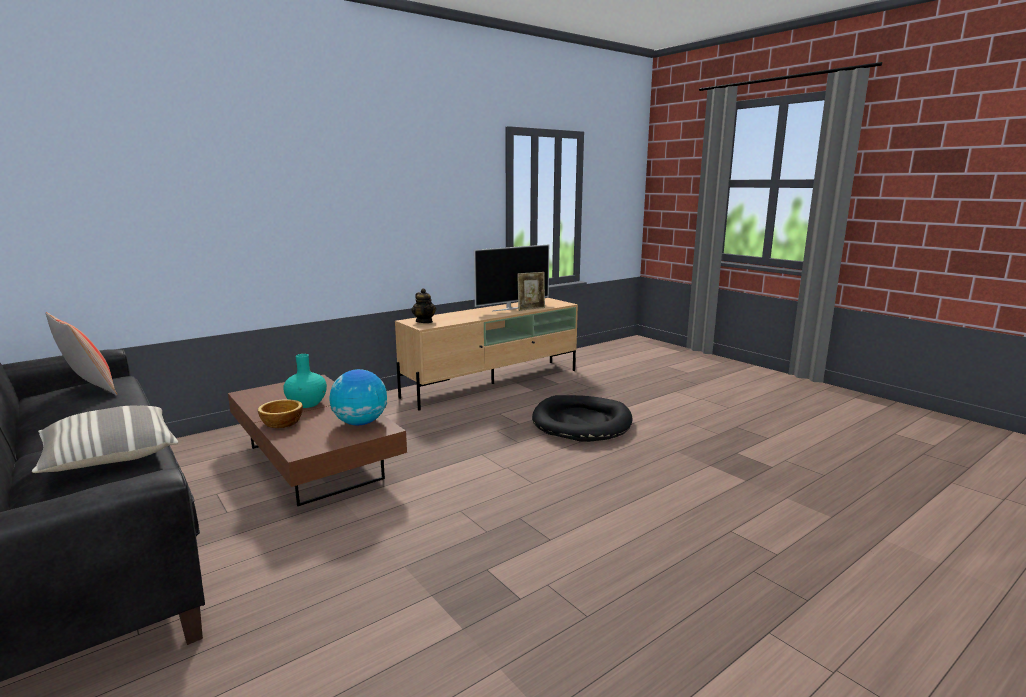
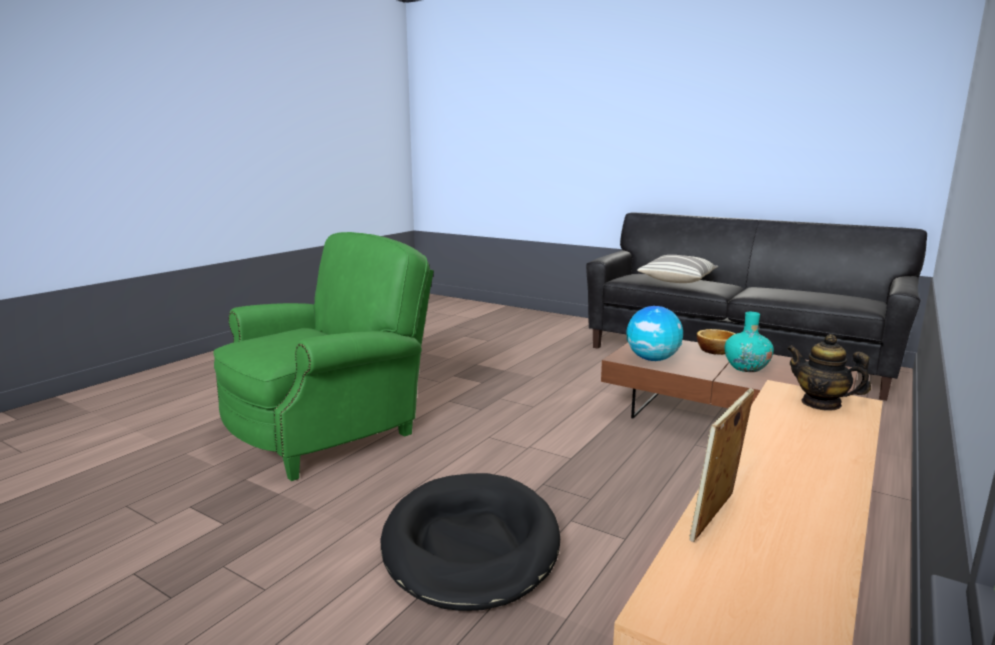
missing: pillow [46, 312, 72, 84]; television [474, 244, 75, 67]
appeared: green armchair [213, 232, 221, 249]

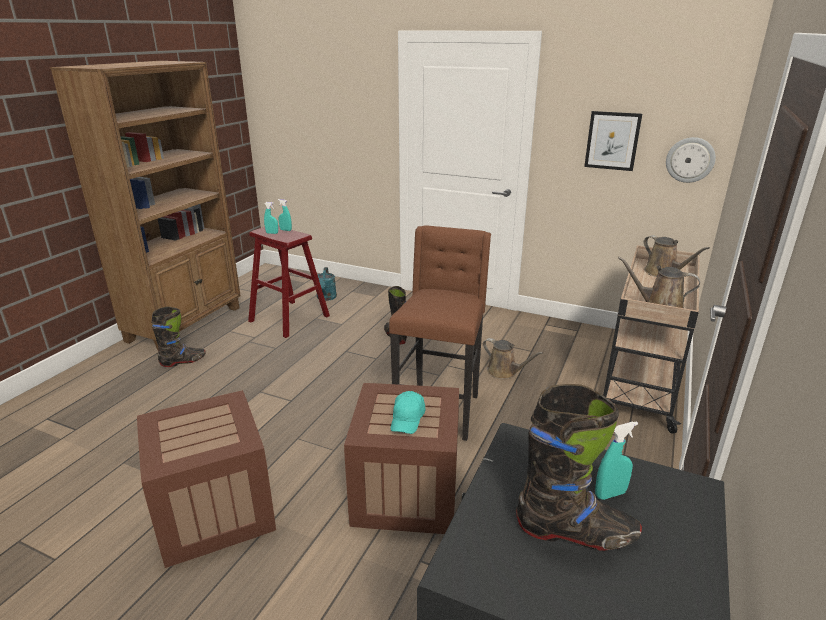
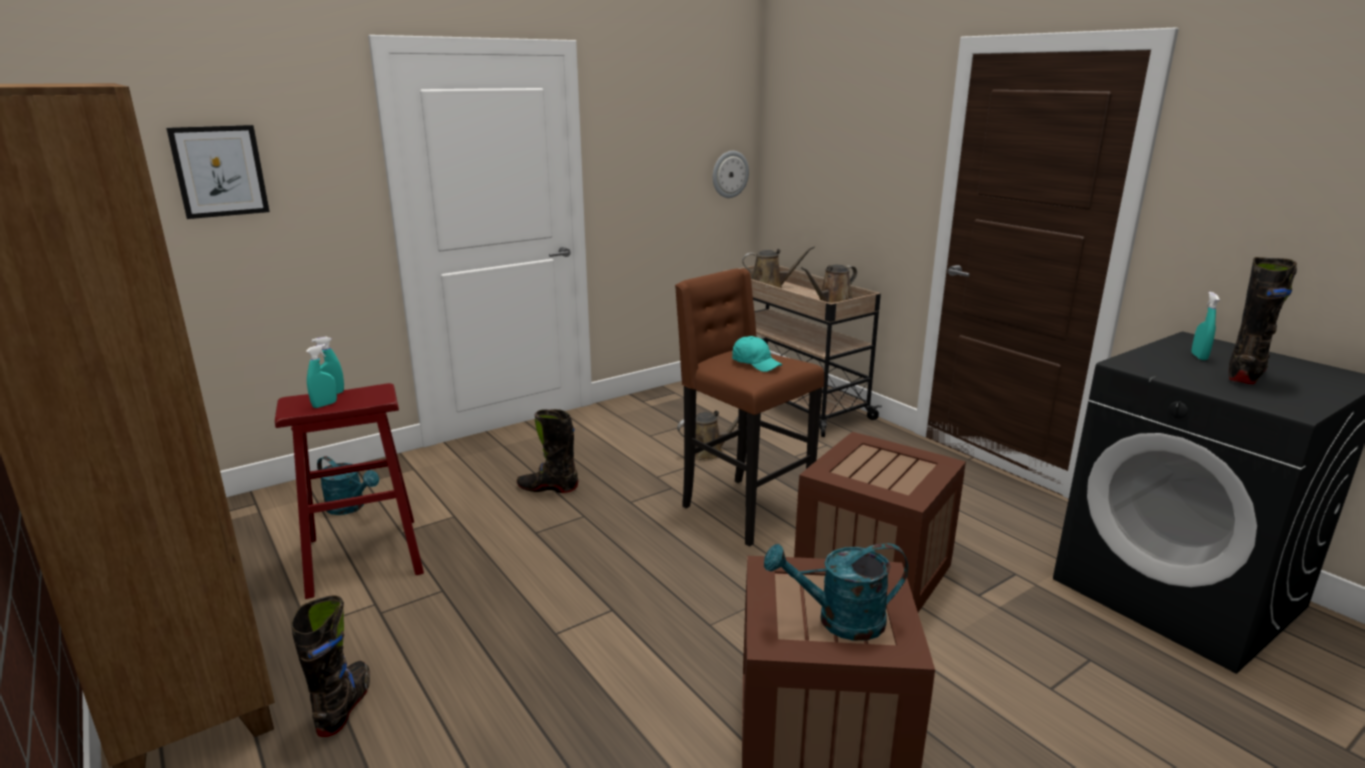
appeared: turquoise watering can [764, 543, 144, 98]
relocated: picture [584, 111, 58, 60] to [166, 125, 104, 94]; turquoise cap [391, 391, 34, 43] to [732, 336, 50, 36]

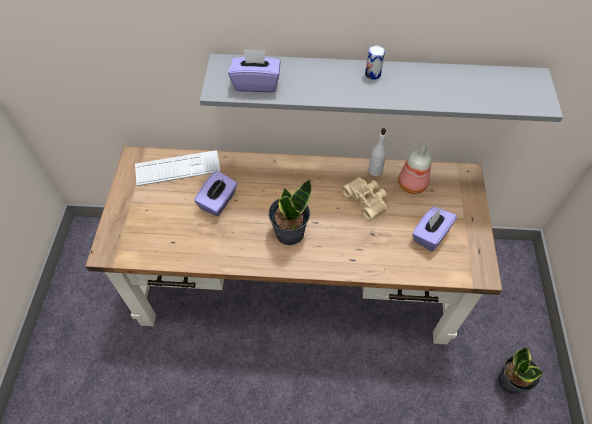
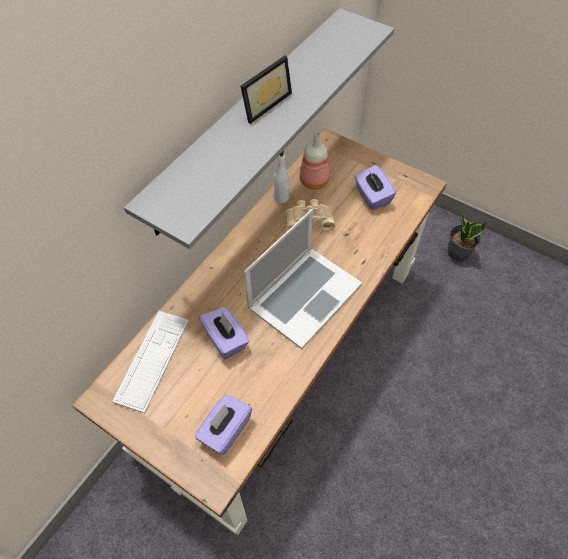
relocated: purple tissue box [228, 49, 53, 44] to [195, 394, 57, 61]
exchanged: can [365, 46, 20, 34] to picture frame [241, 55, 51, 69]; potted plant [268, 179, 43, 66] to laptop [244, 209, 118, 140]

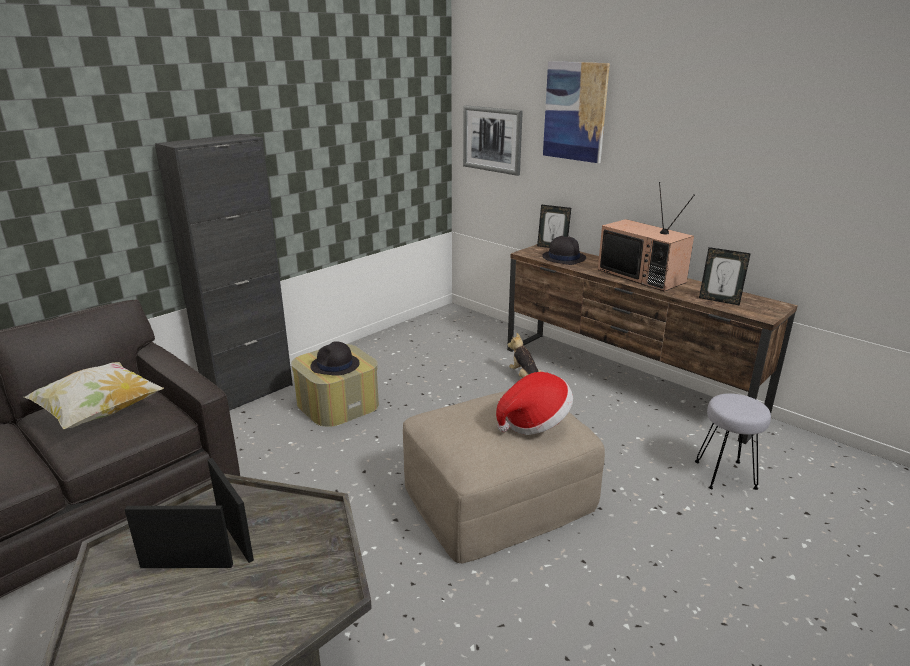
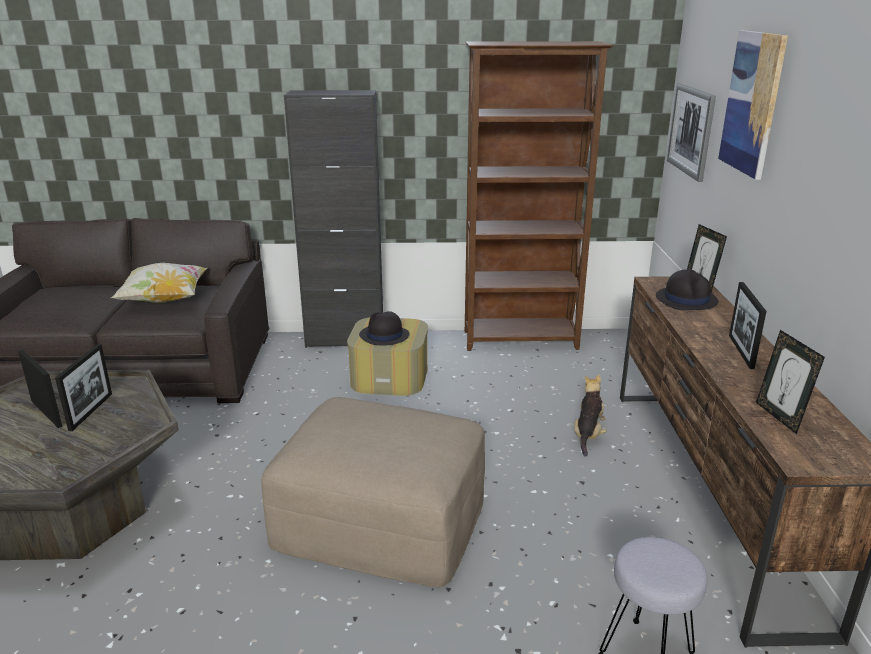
missing: hat [496, 372, 77, 63]
appeared: brown bookcase [465, 41, 149, 310]
exchanged: television [598, 182, 97, 109] to picture frame [729, 282, 38, 87]

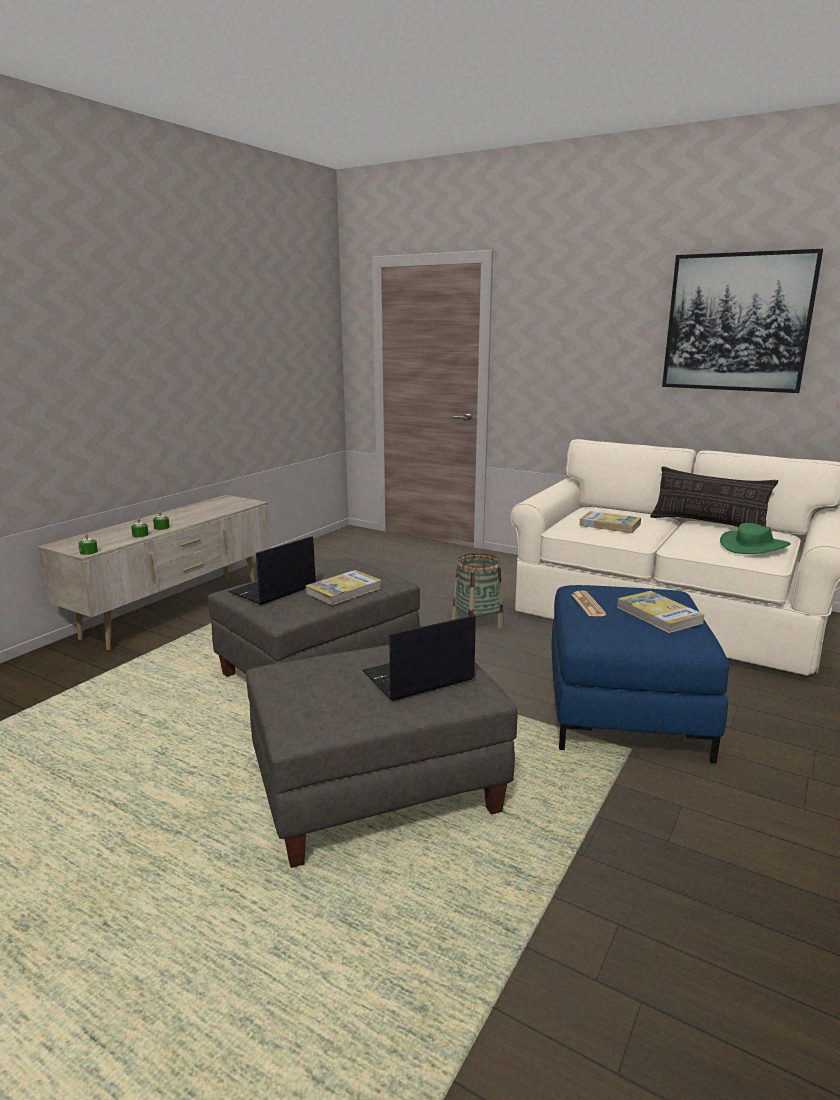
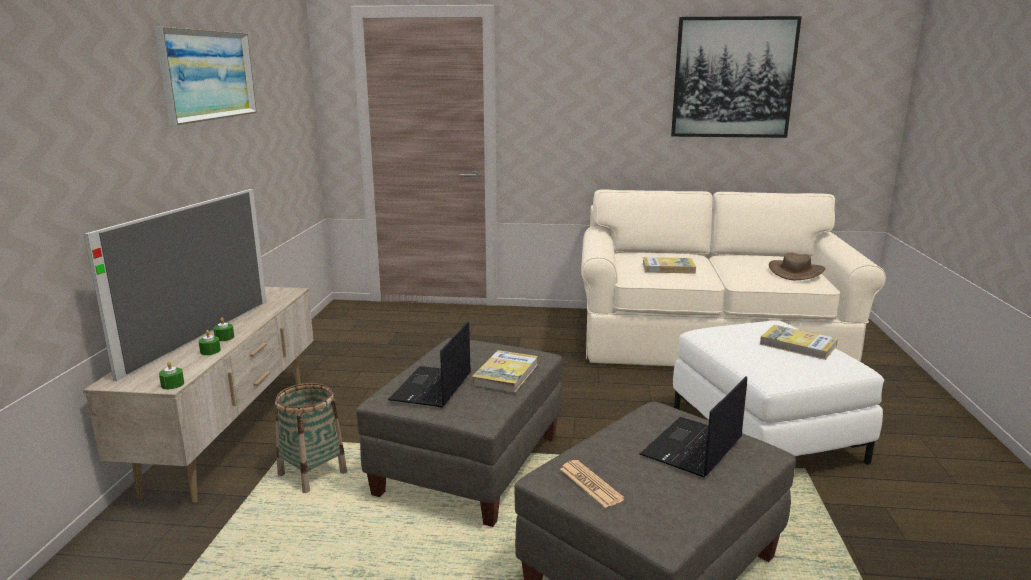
missing: pillow [650, 466, 128, 61]
appeared: television [84, 189, 183, 192]; picture [155, 27, 102, 98]
relocated: basket [452, 553, 51, 76] to [275, 383, 72, 110]; newspaper [571, 591, 36, 25] to [560, 460, 65, 48]
colour: blue ottoman [552, 585, 177, 179] to white ottoman [673, 320, 211, 145]; green hat [720, 523, 71, 31] to brown hat [769, 252, 56, 28]

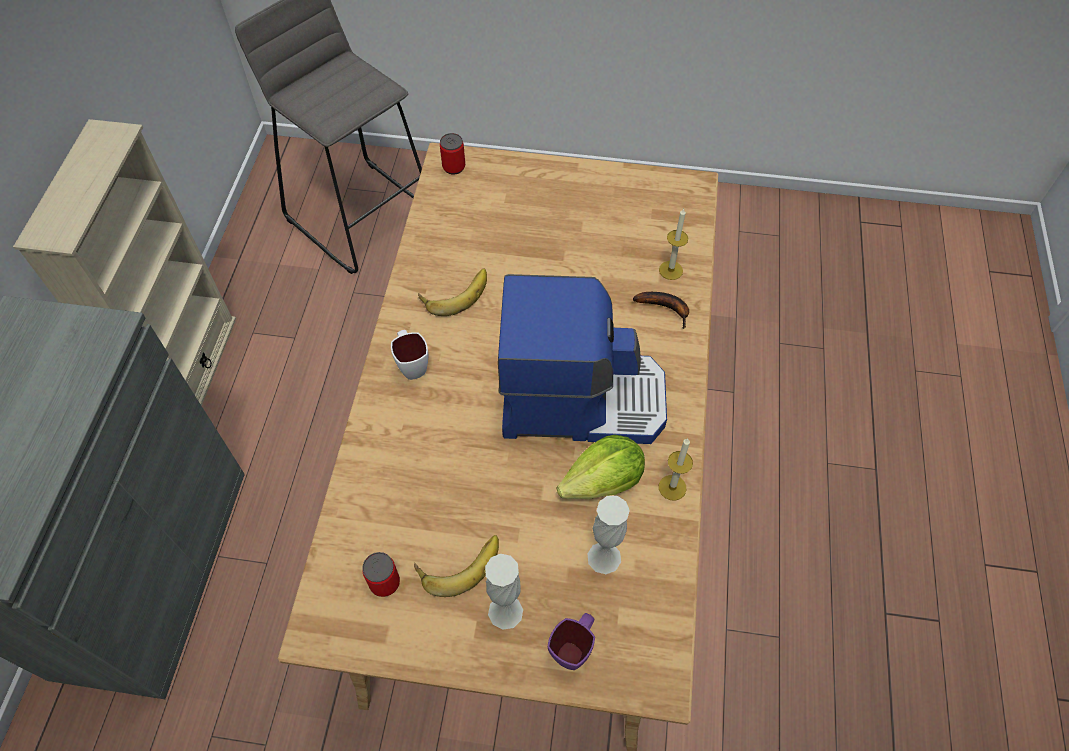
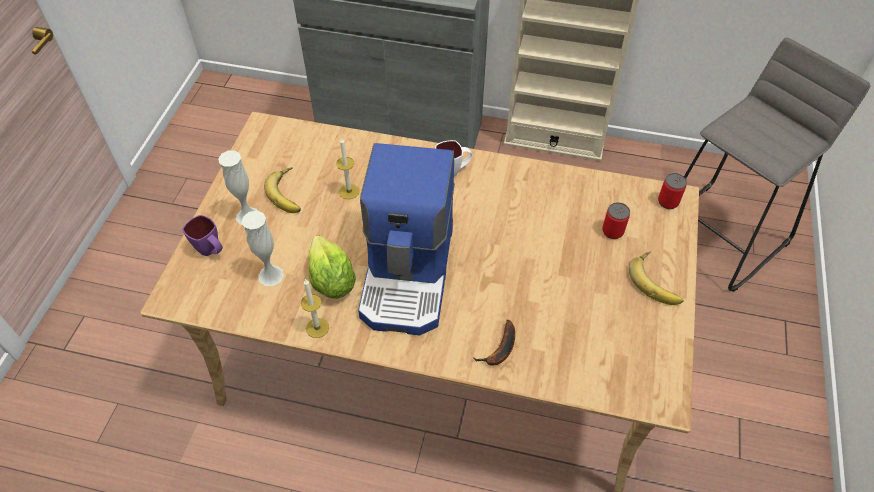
relocated: candle [659, 209, 29, 71] to [336, 137, 23, 62]; can [363, 552, 37, 45] to [602, 202, 28, 37]; banana [418, 268, 69, 48] to [629, 251, 55, 54]

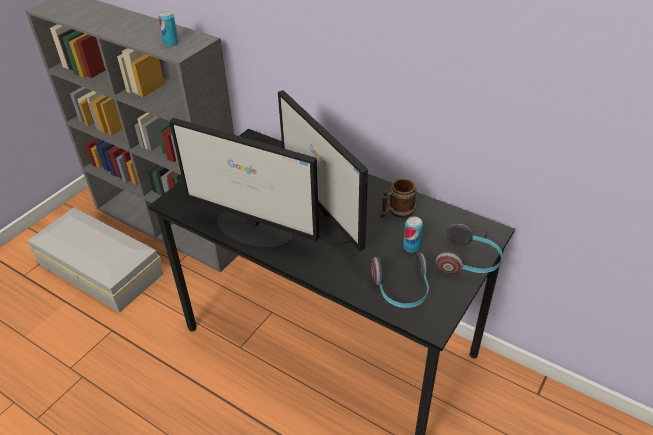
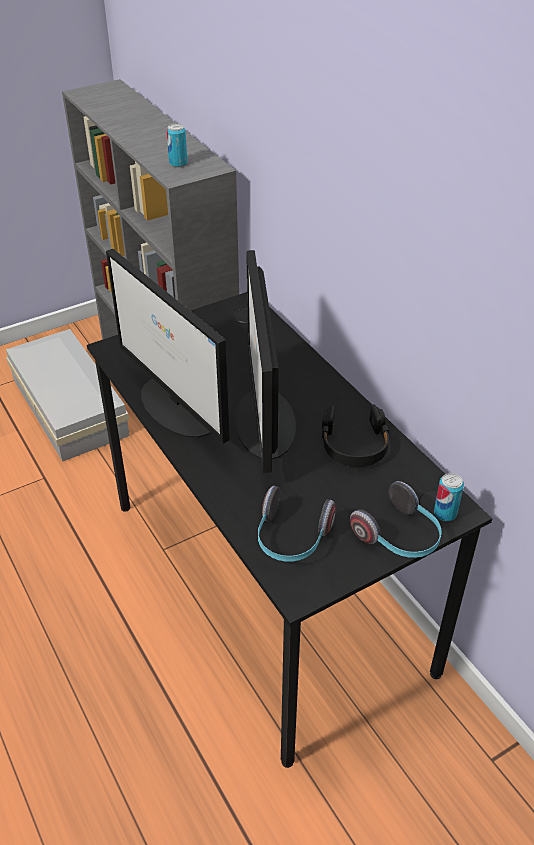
relocated: can [403, 217, 20, 36] to [434, 473, 30, 48]
exchanged: mug [380, 179, 36, 39] to black headphones [322, 405, 68, 63]

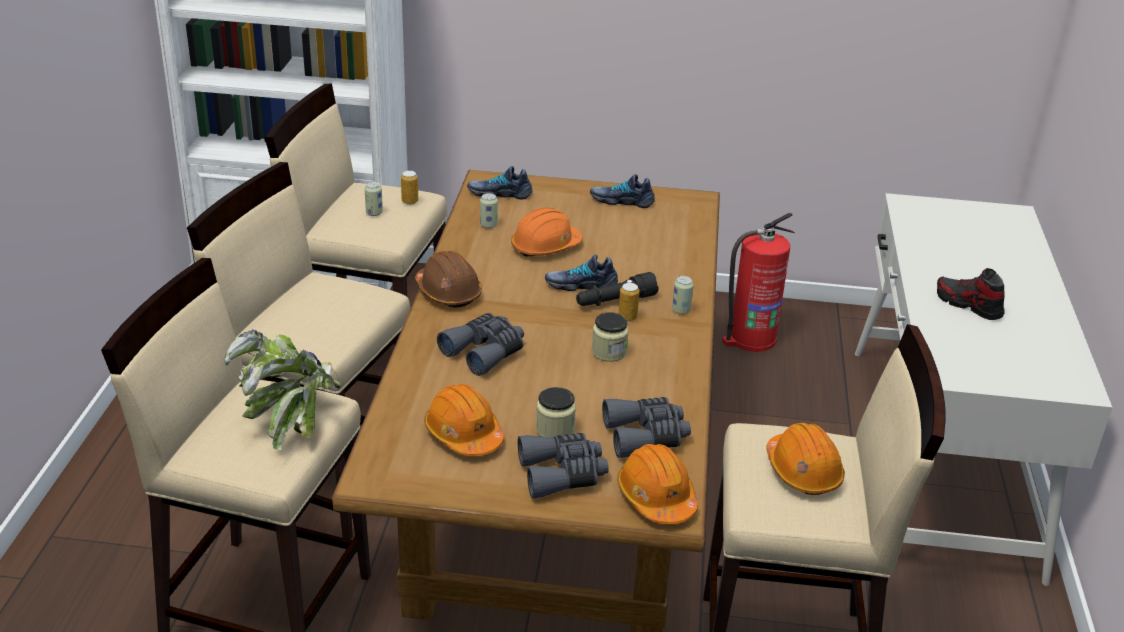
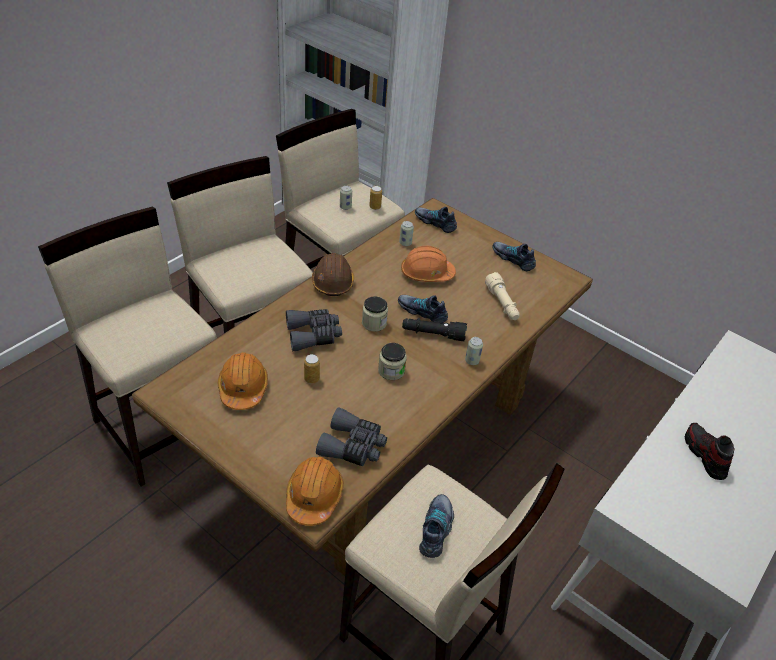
missing: potted plant [225, 329, 116, 121]; grey binoculars [518, 433, 91, 65]; fire extinguisher [723, 213, 72, 139]
appeared: beige flashlight [485, 272, 35, 48]
relocated: can [618, 283, 22, 38] to [304, 354, 16, 30]; jar [536, 387, 40, 50] to [362, 296, 26, 36]
exchanged: orange hard hat [766, 423, 79, 72] to shoe [419, 494, 35, 64]

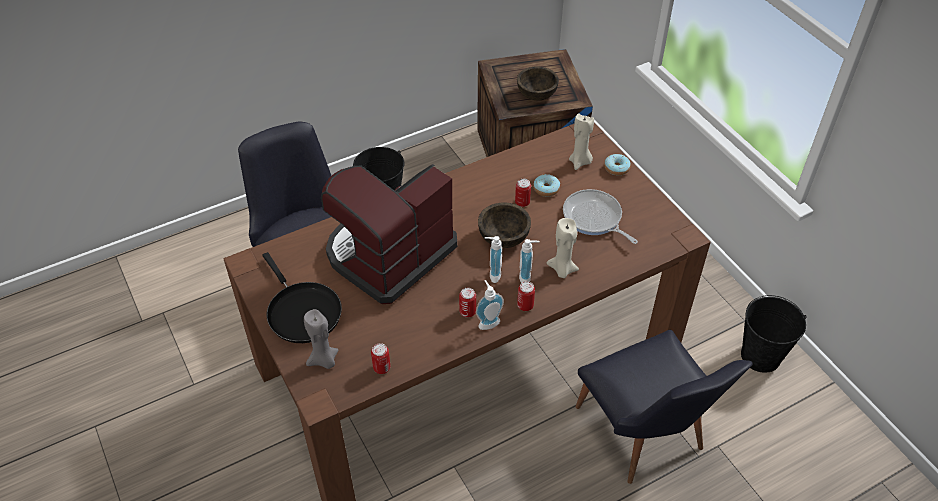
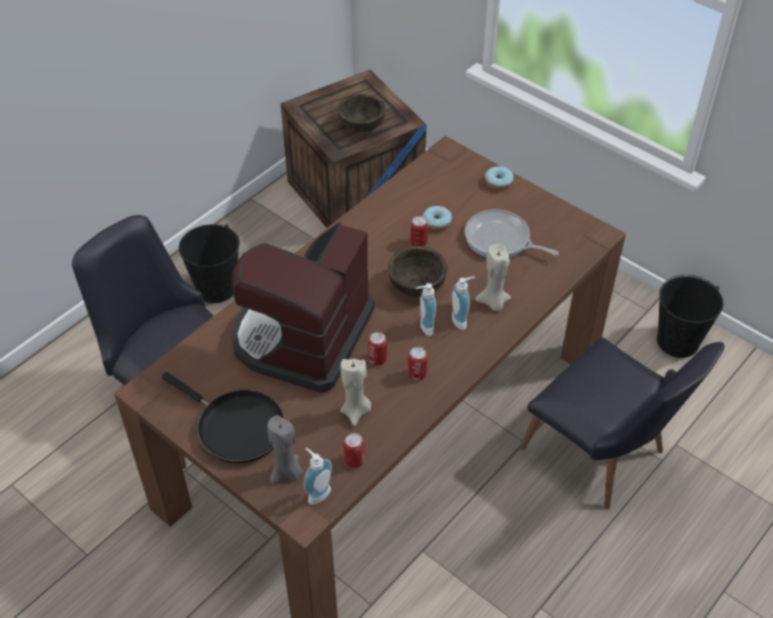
relocated: soap dispenser [476, 280, 28, 50] to [304, 448, 28, 57]; beige candle [569, 114, 25, 56] to [340, 359, 31, 67]; can [517, 281, 18, 30] to [368, 332, 19, 33]

